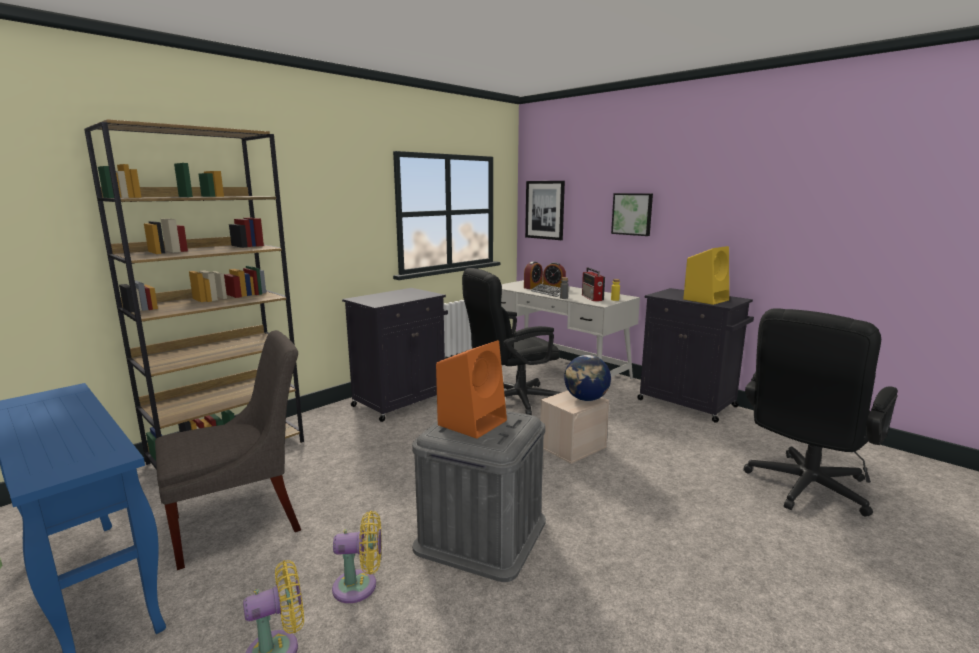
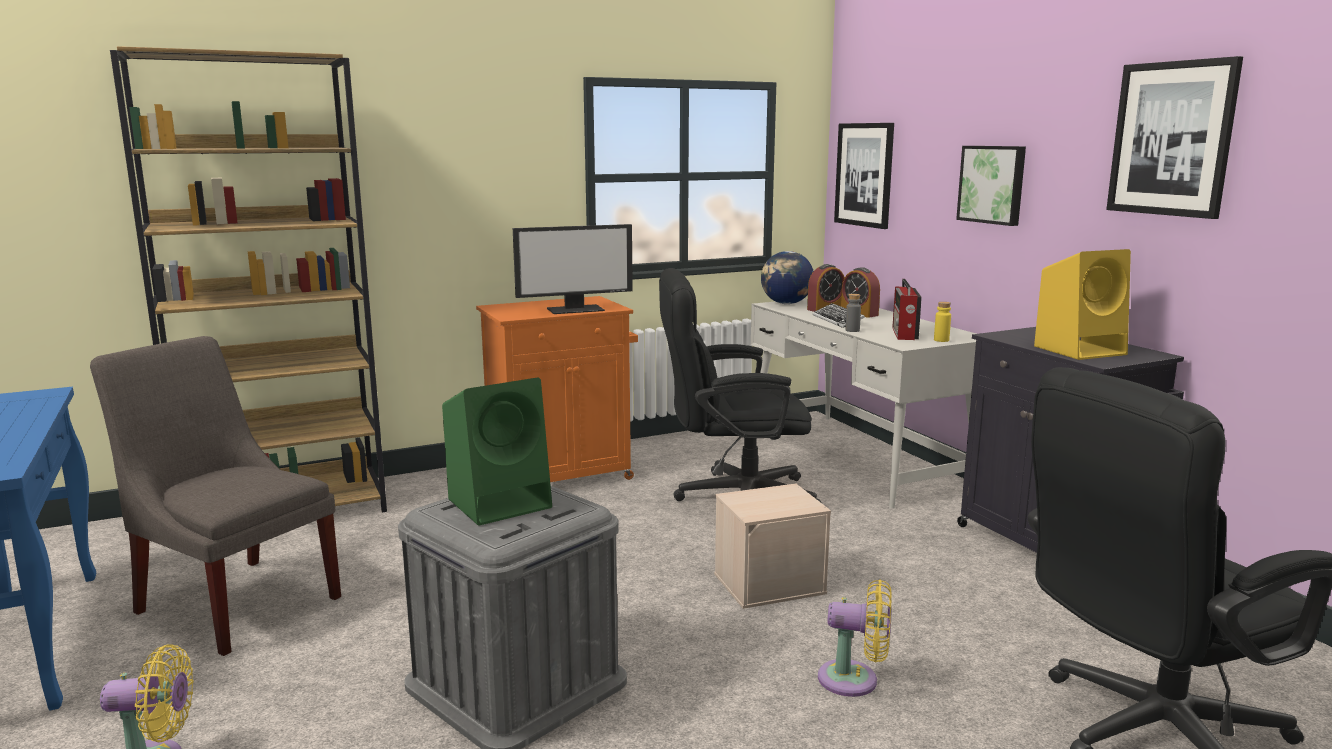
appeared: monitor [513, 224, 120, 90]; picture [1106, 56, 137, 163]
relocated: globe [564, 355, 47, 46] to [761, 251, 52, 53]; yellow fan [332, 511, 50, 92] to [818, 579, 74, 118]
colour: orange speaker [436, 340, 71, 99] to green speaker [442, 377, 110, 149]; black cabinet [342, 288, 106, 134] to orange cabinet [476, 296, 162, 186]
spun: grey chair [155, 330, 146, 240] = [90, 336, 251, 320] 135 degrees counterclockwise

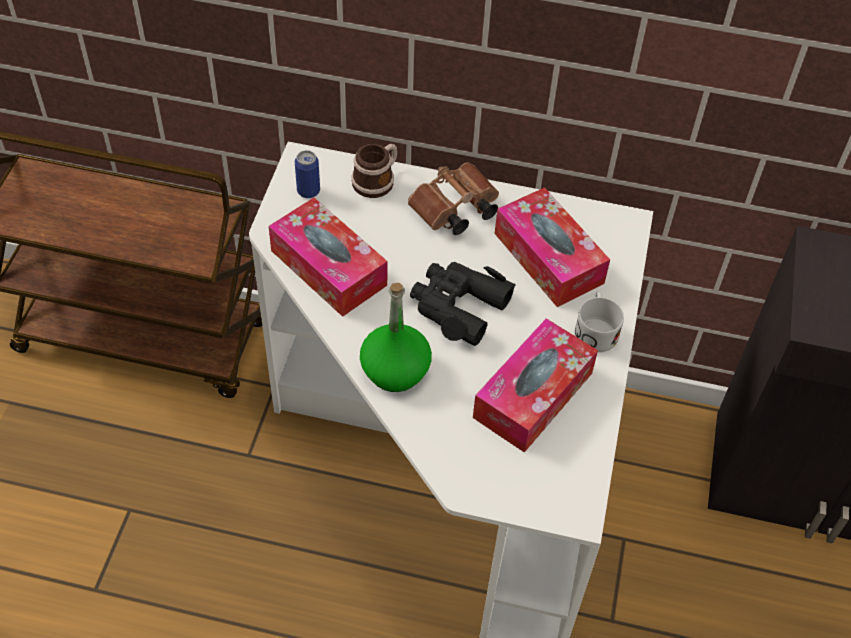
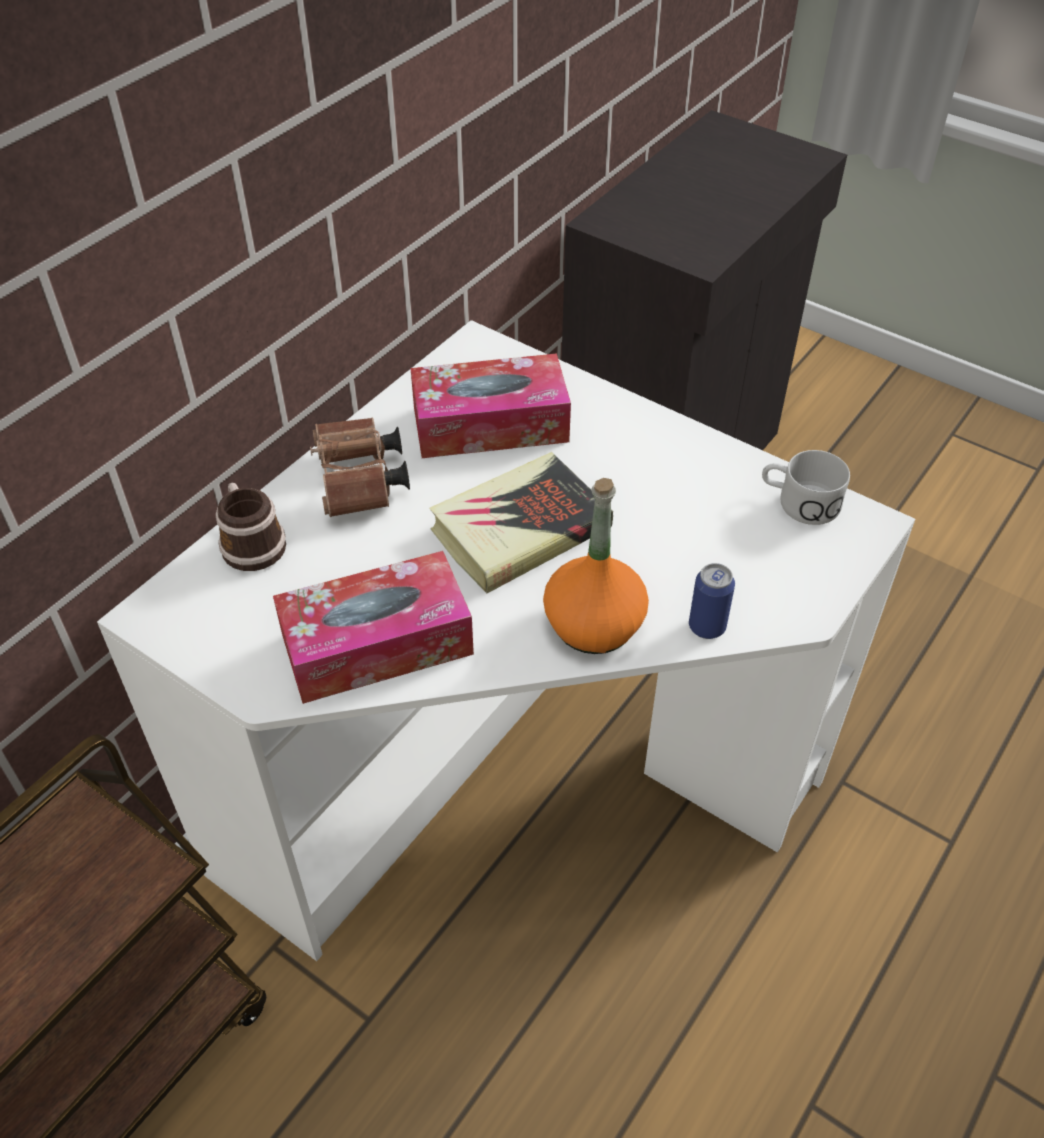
missing: tissue box [473, 318, 125, 135]
relocated: can [295, 150, 25, 48] to [689, 563, 46, 76]; white mug [575, 292, 49, 60] to [762, 450, 88, 75]
exchanged: black binoculars [410, 262, 106, 84] to book [429, 452, 184, 142]
colour: green bottle [360, 283, 72, 109] to orange bottle [543, 478, 106, 176]

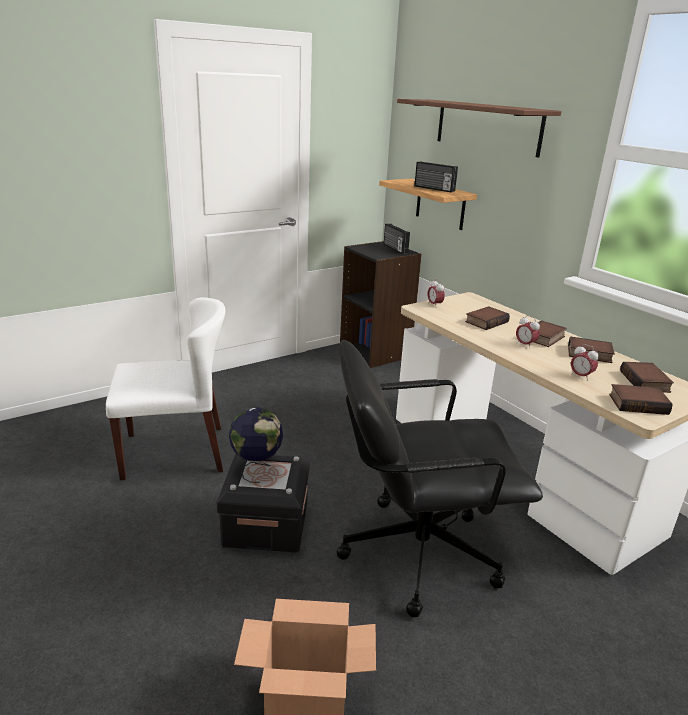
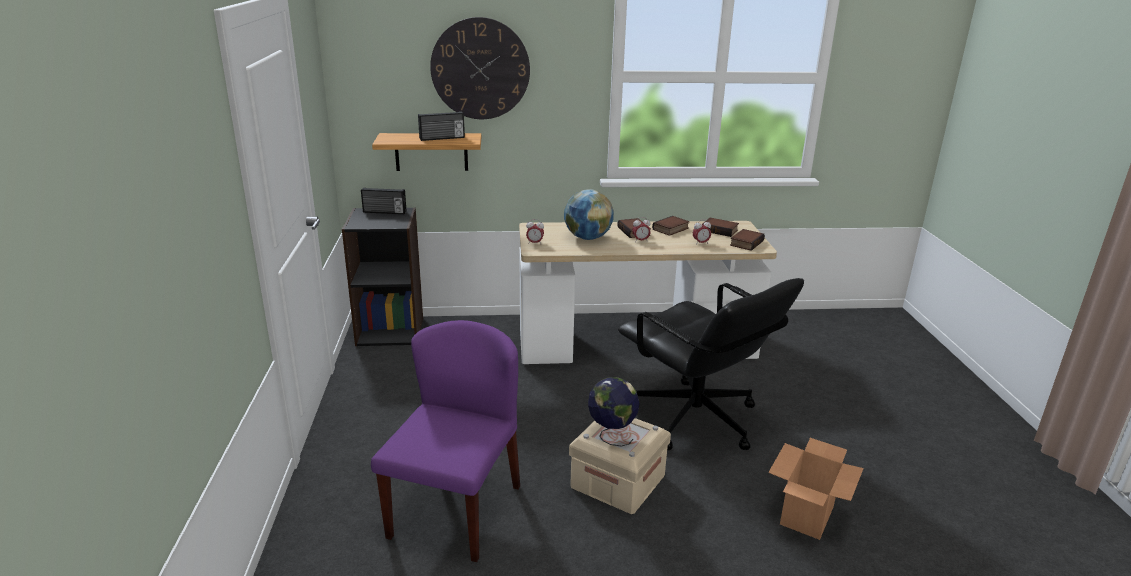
exchanged: brown shelf [397, 99, 165, 58] to wall clock [430, 17, 100, 102]; book [465, 306, 45, 24] to globe [564, 189, 50, 51]
colour: white chair [106, 297, 119, 183] to purple chair [371, 320, 149, 242]; black storage box [217, 454, 93, 98] to beige storage box [569, 418, 102, 96]
spun: black office chair [337, 340, 206, 277] = [618, 278, 186, 173] 60 degrees counterclockwise

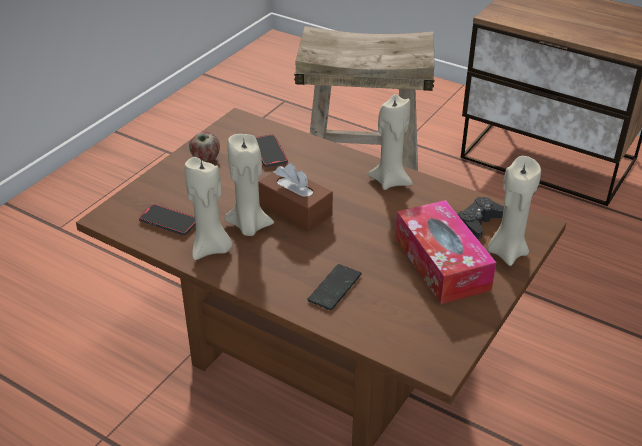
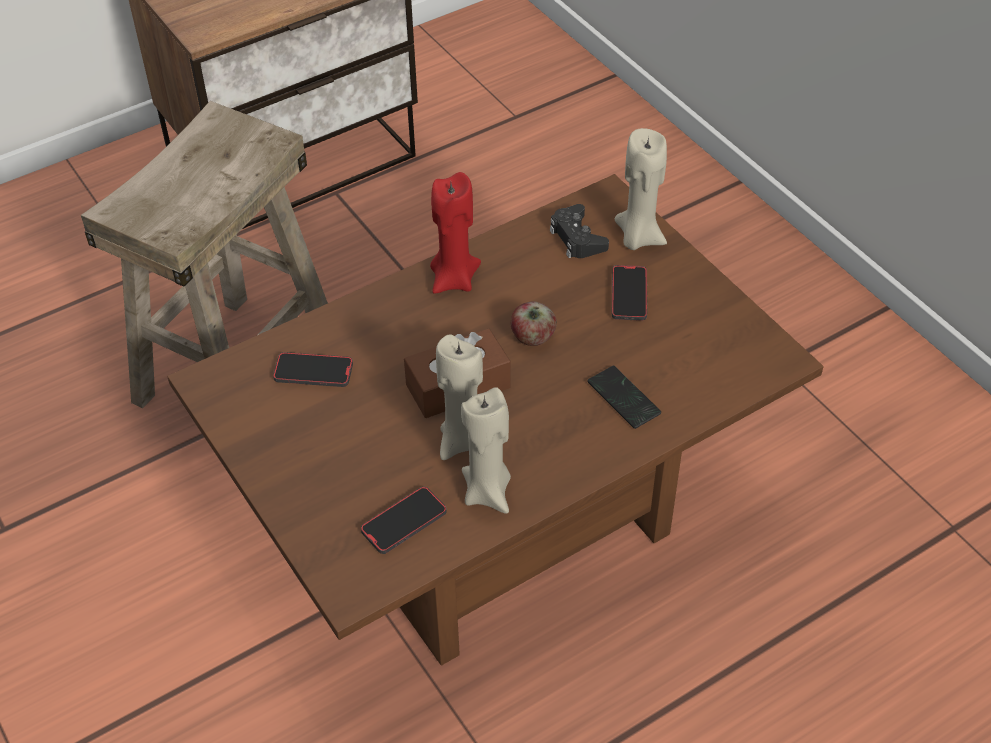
relocated: apple [189, 132, 31, 31] to [511, 301, 46, 45]
exchanged: tissue box [395, 200, 101, 104] to phone [612, 265, 35, 56]
colour: beige candle [368, 94, 45, 96] to red candle [430, 172, 51, 122]

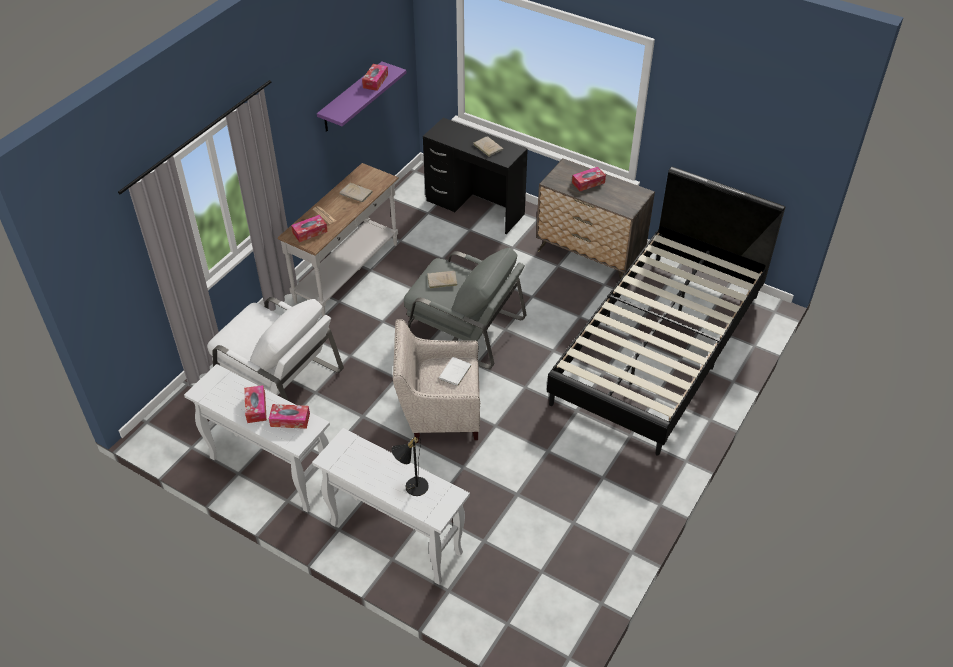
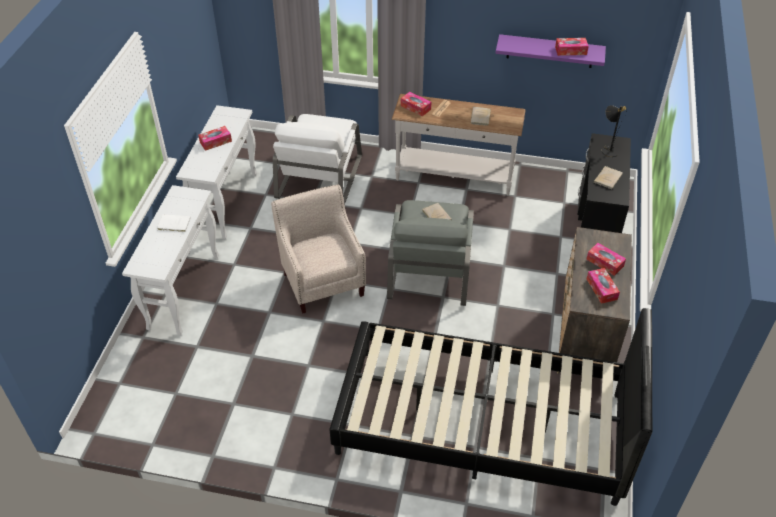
relocated: white book [439, 357, 33, 30] to [157, 214, 34, 18]; tissue box [269, 404, 41, 25] to [587, 268, 33, 36]; black table lamp [391, 437, 38, 59] to [602, 105, 25, 52]

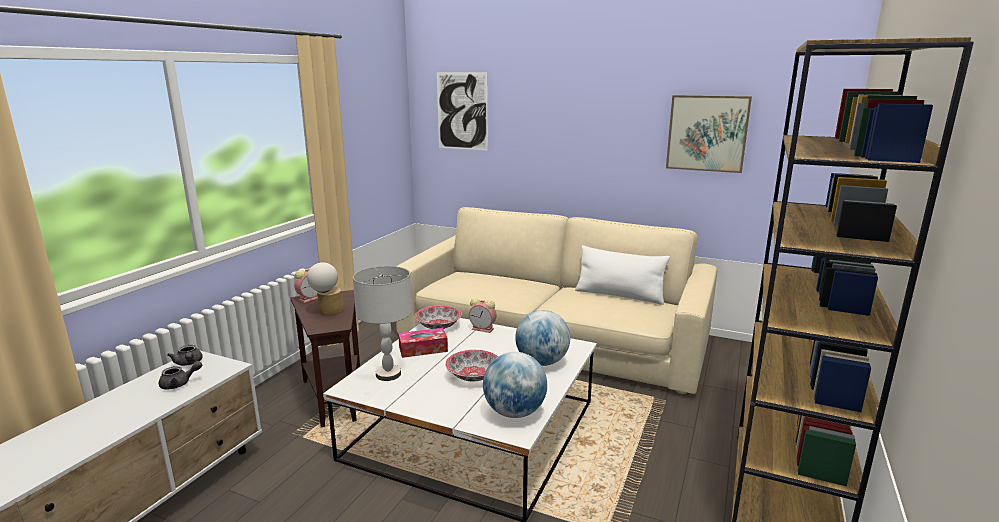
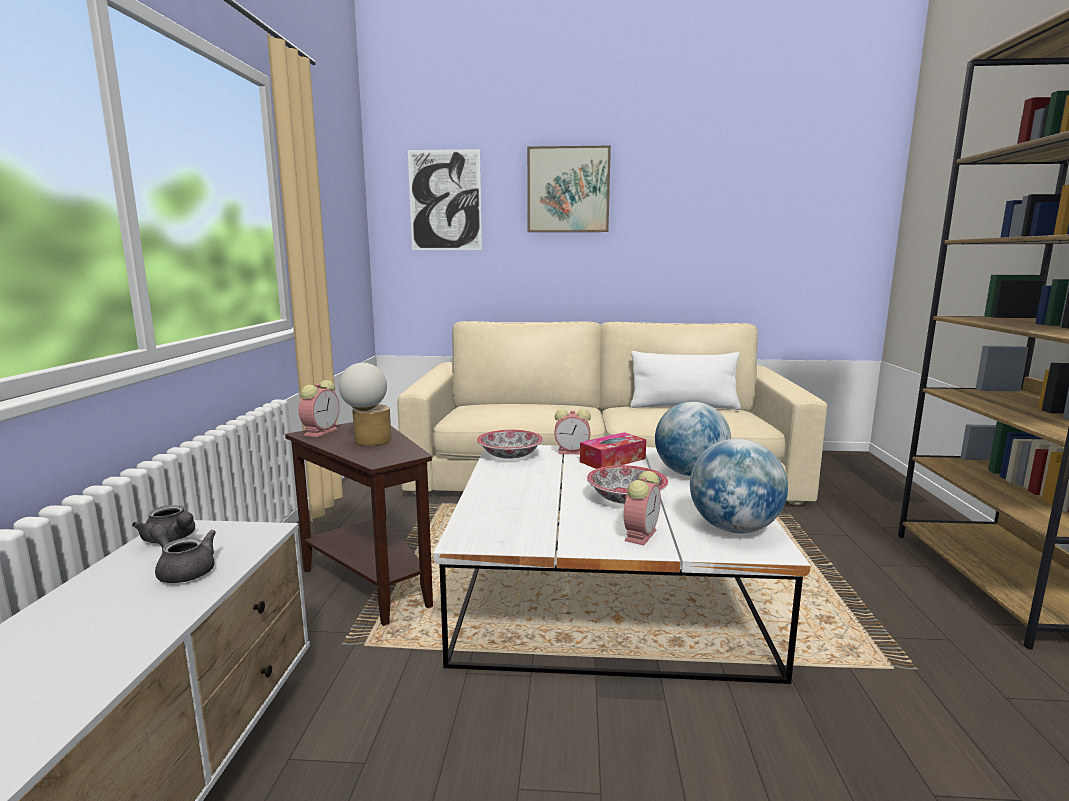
missing: grey table lamp [353, 266, 59, 115]
appeared: alarm clock [624, 471, 37, 74]
relocated: picture [666, 95, 86, 78] to [527, 146, 84, 86]; tissue box [398, 328, 50, 30] to [580, 432, 66, 37]
spun: grey teapot [159, 361, 43, 28] = [149, 524, 67, 59] 105 degrees counterclockwise

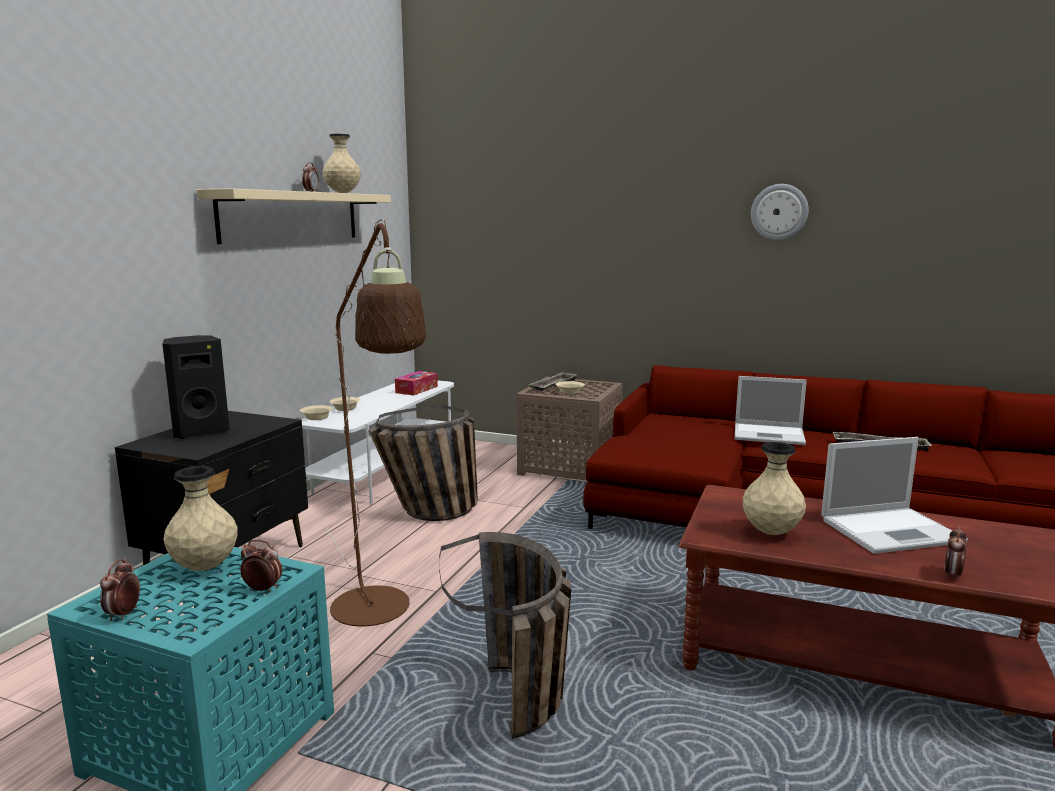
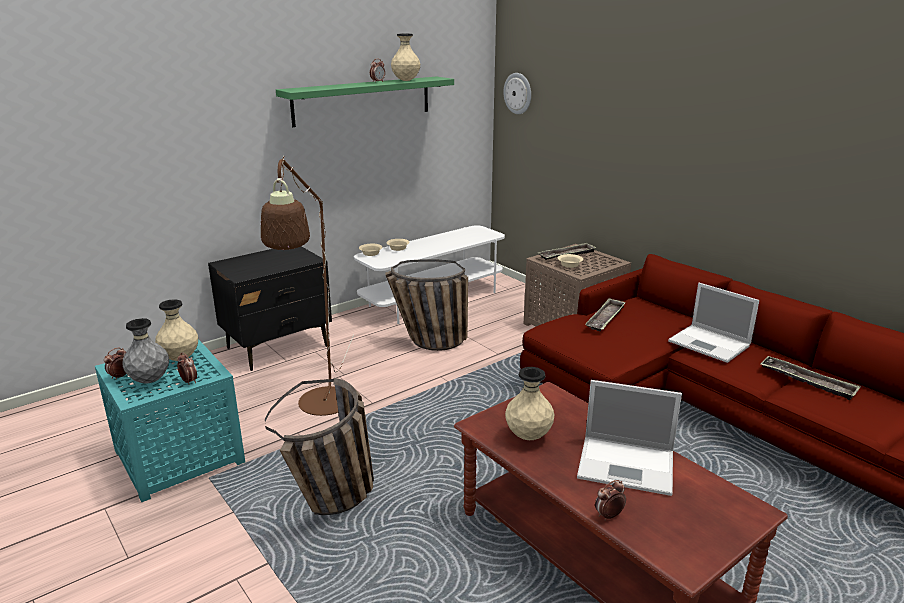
missing: black speaker [162, 335, 68, 104]; tissue box [395, 371, 43, 25]
appeared: grey vase [122, 318, 47, 65]; tray [585, 298, 41, 34]
relocated: wall clock [751, 184, 58, 56] to [503, 73, 28, 41]
colour: beige shelf [197, 189, 194, 55] to green shelf [276, 76, 178, 51]

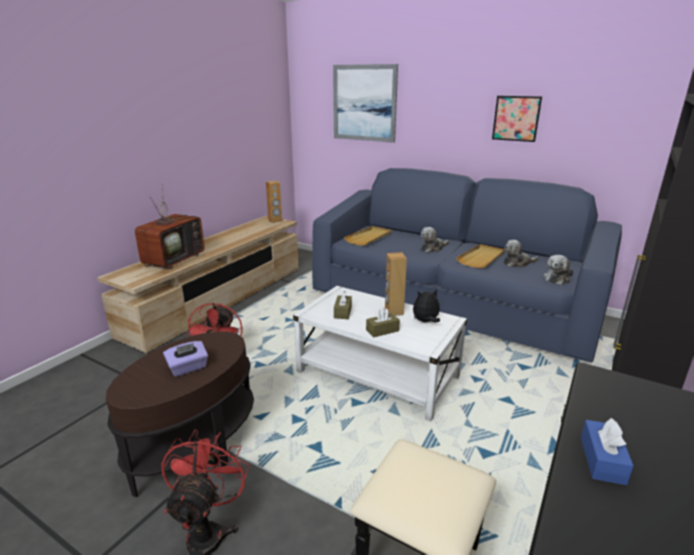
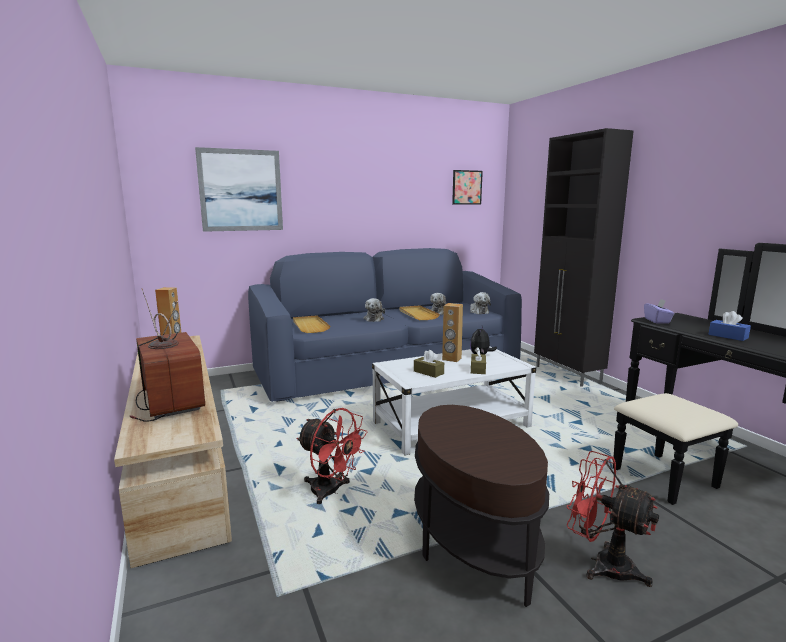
relocated: picture [492, 96, 50, 46] to [452, 170, 31, 35]; purple tissue box [163, 341, 45, 36] to [644, 299, 30, 25]

